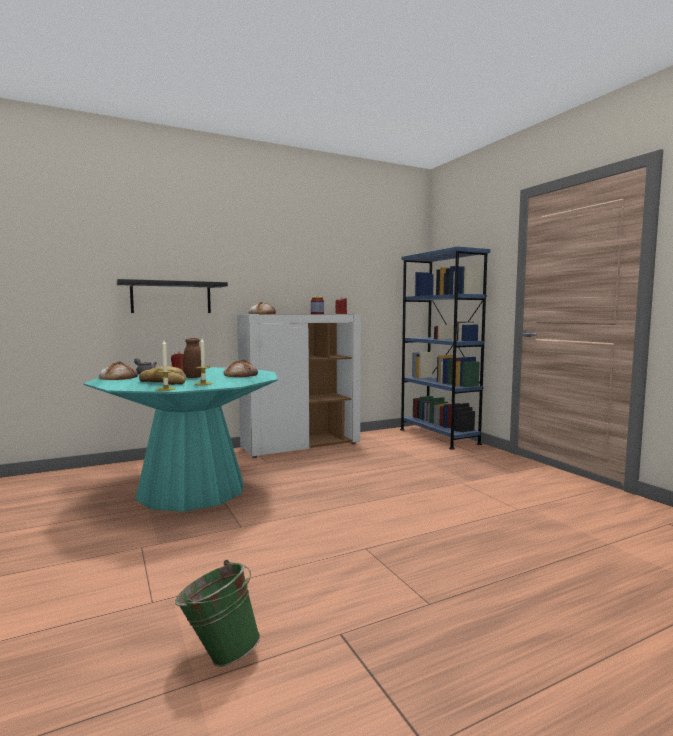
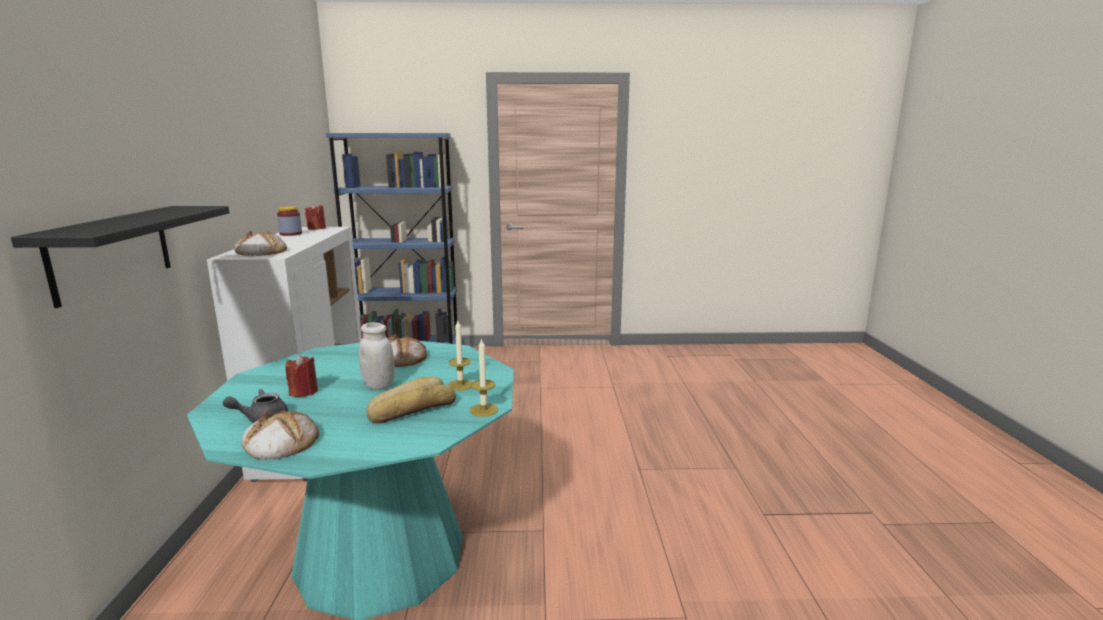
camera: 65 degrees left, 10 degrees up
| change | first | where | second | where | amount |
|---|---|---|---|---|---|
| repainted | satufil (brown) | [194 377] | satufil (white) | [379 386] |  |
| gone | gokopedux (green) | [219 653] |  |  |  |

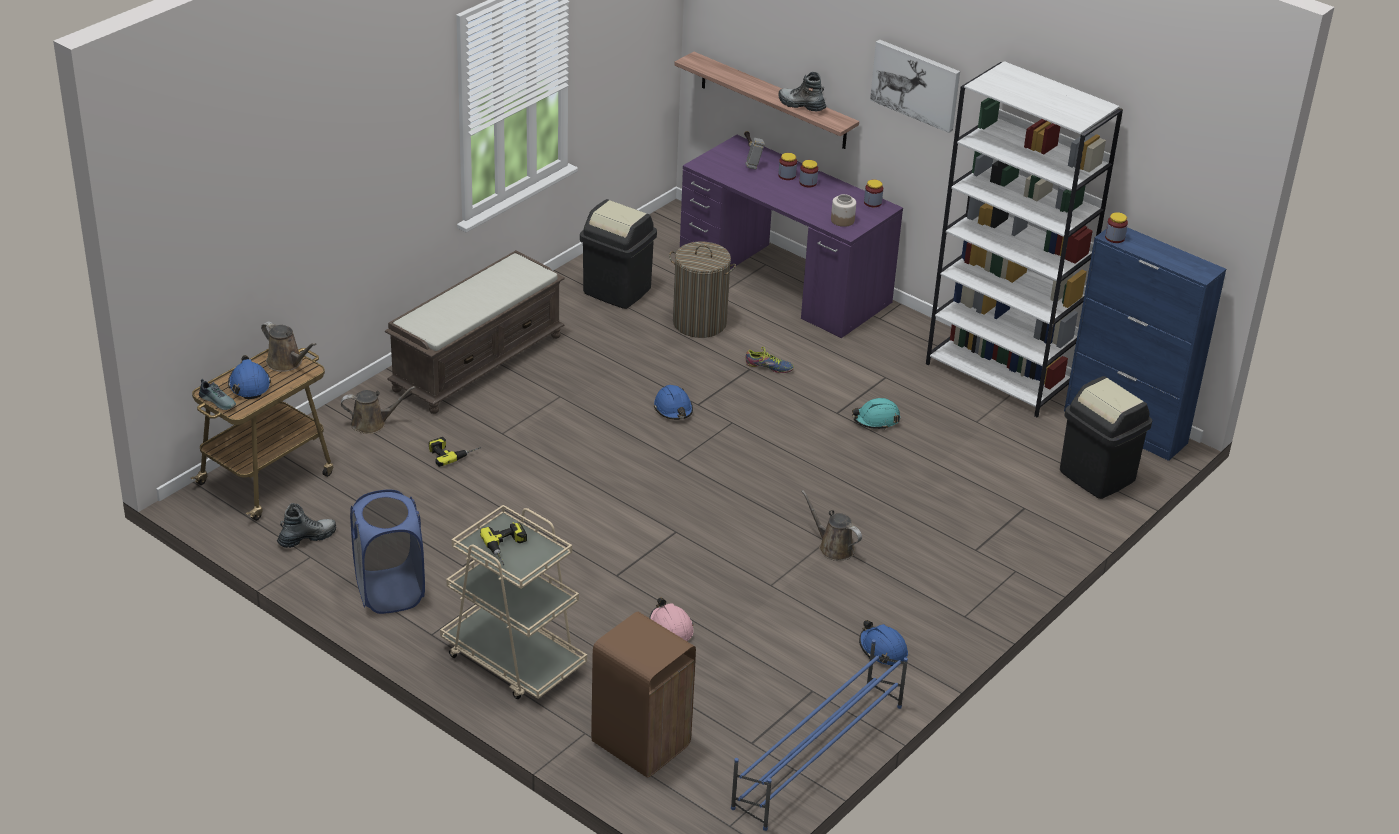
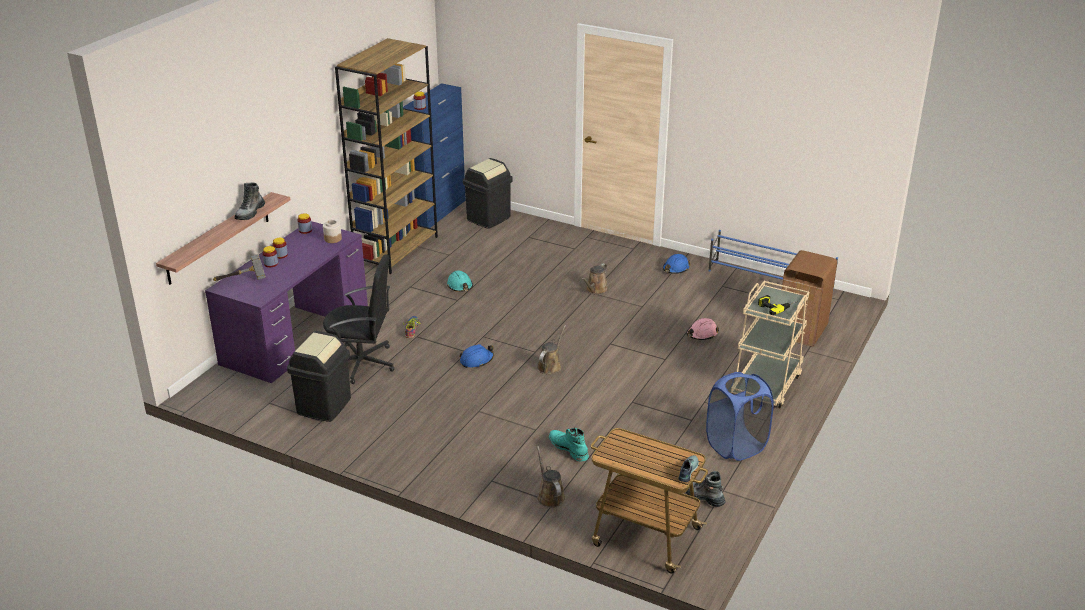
camera: 100 degrees left, 5 degrees down
| change | first | where | second | where | amount |
|---|---|---|---|---|---|
| gone | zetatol | [916 84] |  |  |  |
| repainted | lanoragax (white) | [1000 376] | lanoragax (brown) | [396 250] |  |
| swapped | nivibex | [699 323] | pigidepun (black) | [362 363] |  |
| gone | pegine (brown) | [477 362] |  |  |  |
| shifted | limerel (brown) | [287 363] |  | [550 366] |  |
| gone | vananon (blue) | [249 384] |  |  |  |
| swapped | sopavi | [453 452] | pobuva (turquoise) | [568 448] |  |

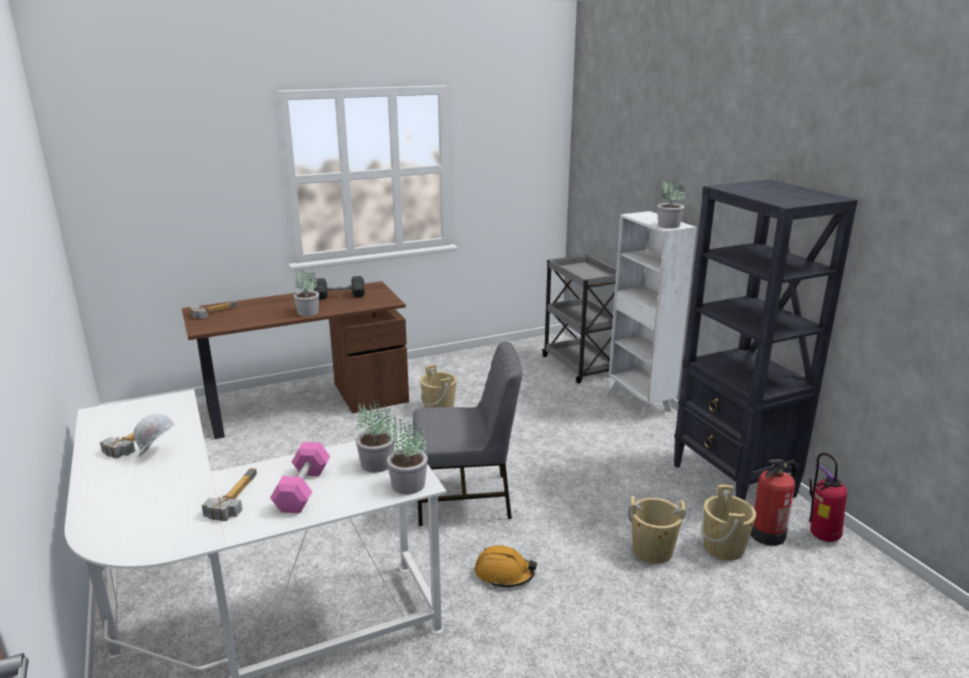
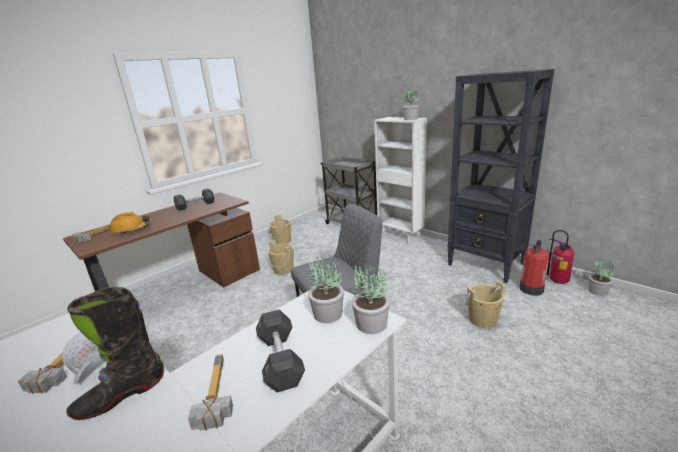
camera: 20 degrees left, 0 degrees up
| change | first | where | second | where | amount |
|---|---|---|---|---|---|
| shifted | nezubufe | [308 312] |  | [598 291] |  |
| repainted | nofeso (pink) | [303 489] | nofeso (grey) | [280 360] |  |
| shifted | gokopedux (beige) | [723 547] |  | [282 241] |  |
| shifted | vananon (orange) | [504 574] |  | [131 229] |  |
| new |  |  | pobuva (black) | [121 395] |  |

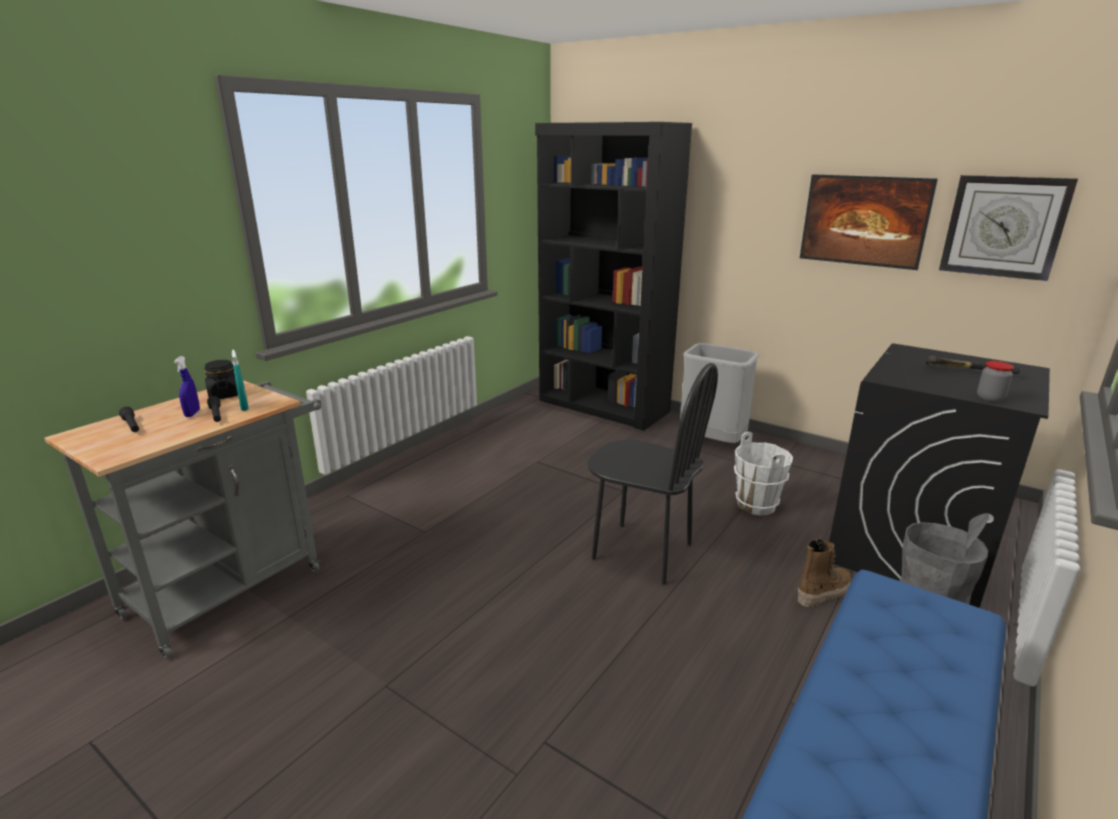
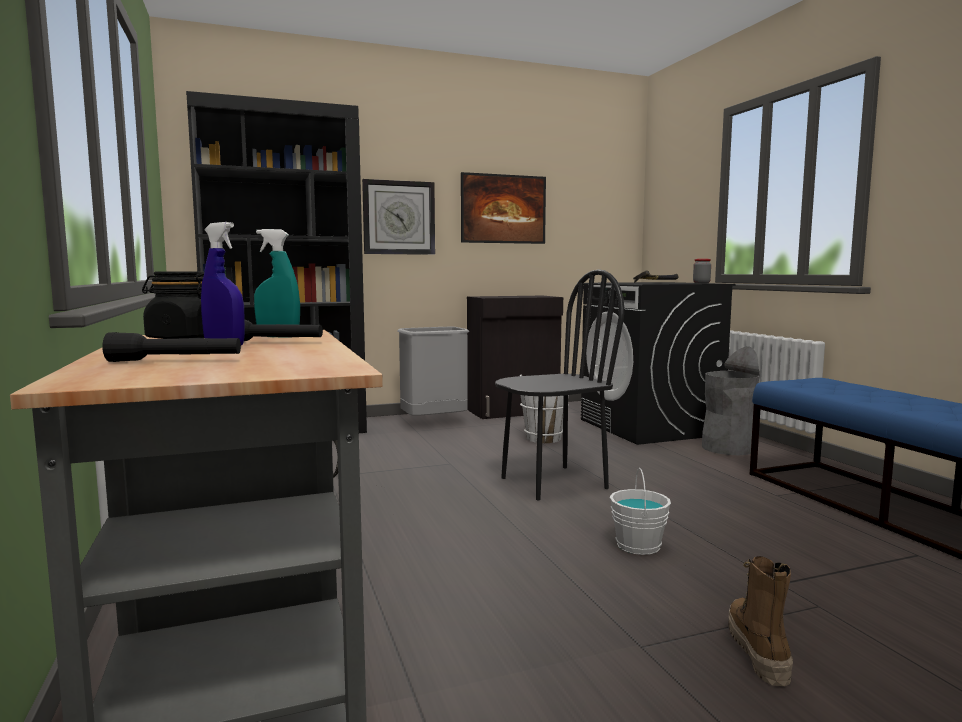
camera: 55 degrees left, 15 degrees down
| change | first | where | second | where | amount |
|---|---|---|---|---|---|
| shifted | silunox | [1004 227] |  | [399 218] |  |
| shifted | pobuva | [822 593] |  | [757 651] |  |
| new |  |  | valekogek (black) | [514 411] |  |
| new |  |  | gokopedux (white) | [639 545] |  |

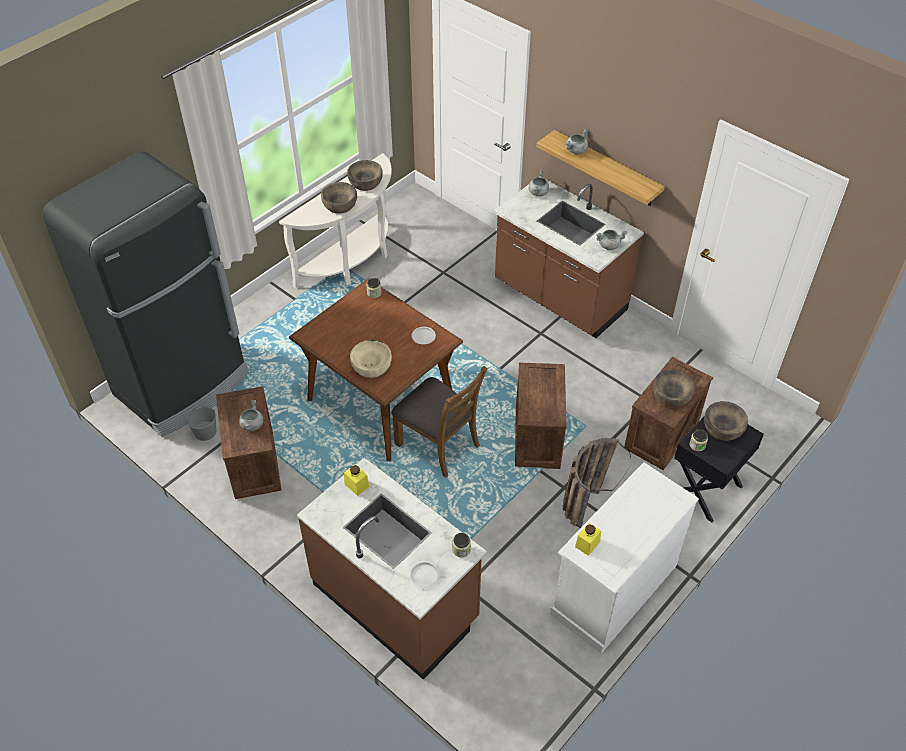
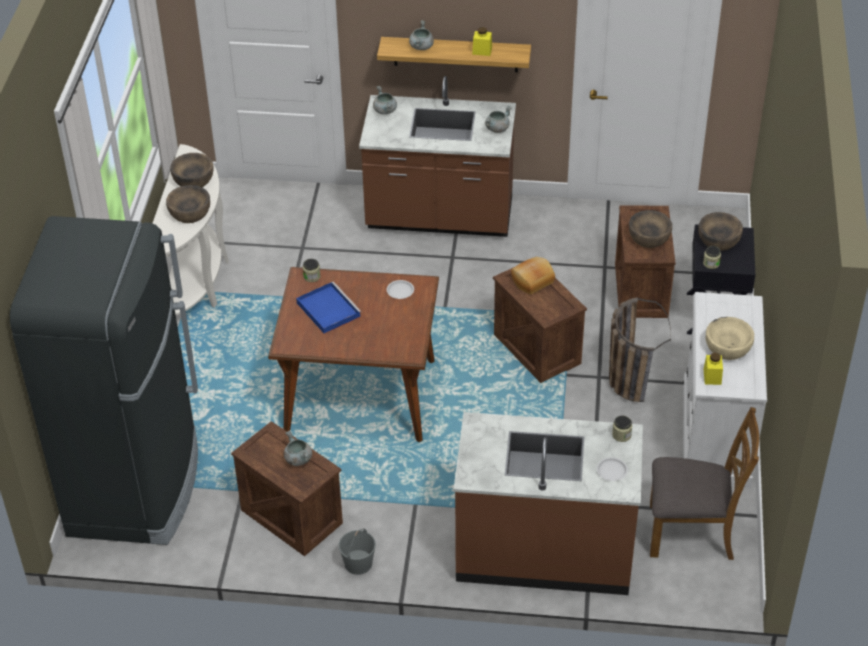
camera: 35 degrees left, 5 degrees down
| change | first | where | second | where | amount |
|---|---|---|---|---|---|
| shifted | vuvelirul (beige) | [371 366] |  | [727 347] |  |
| shifted | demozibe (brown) | [438 445] |  | [692 531] |  |
| shifted | gokopedux (grey) | [205 431] |  | [358 563] |  |
| shifted | satufil (yellow) | [356 485] |  | [482 51] |  |
| new |  |  | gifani | [532 280] |  |
| new |  |  | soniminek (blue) | [327 309] |  |

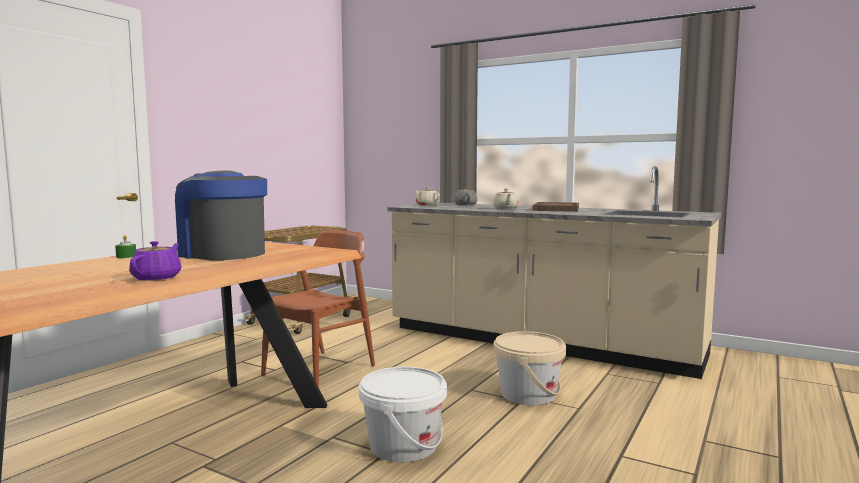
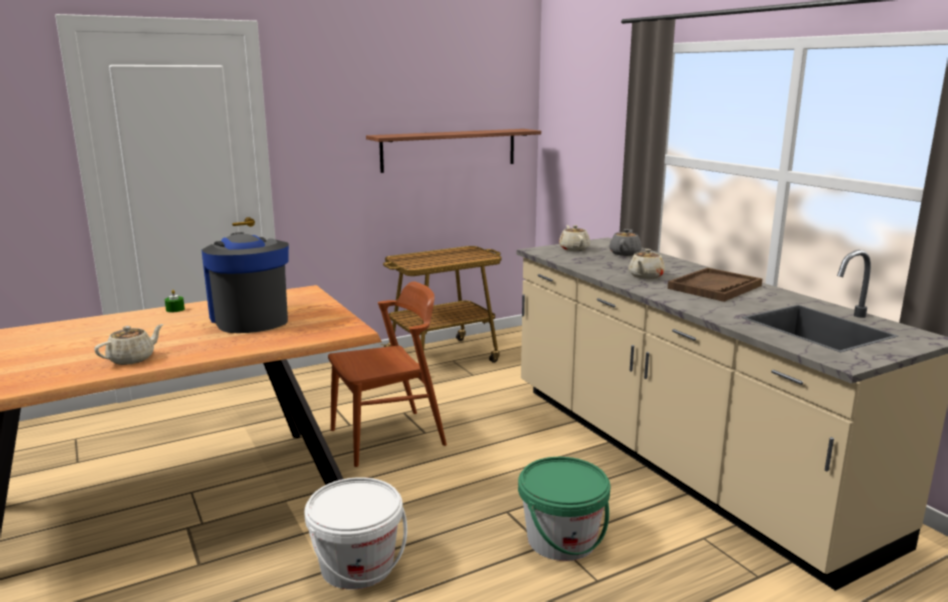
camera: 30 degrees right, 10 degrees up
| change | first | where | second | where | amount |
|---|---|---|---|---|---|
| repainted | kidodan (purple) | [157 277] | kidodan (beige) | [132 359] |  |
| repainted | gokopedux (beige) | [528 394] | gokopedux (green) | [561 540] |  |
| new |  |  | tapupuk | [449 150] |  |

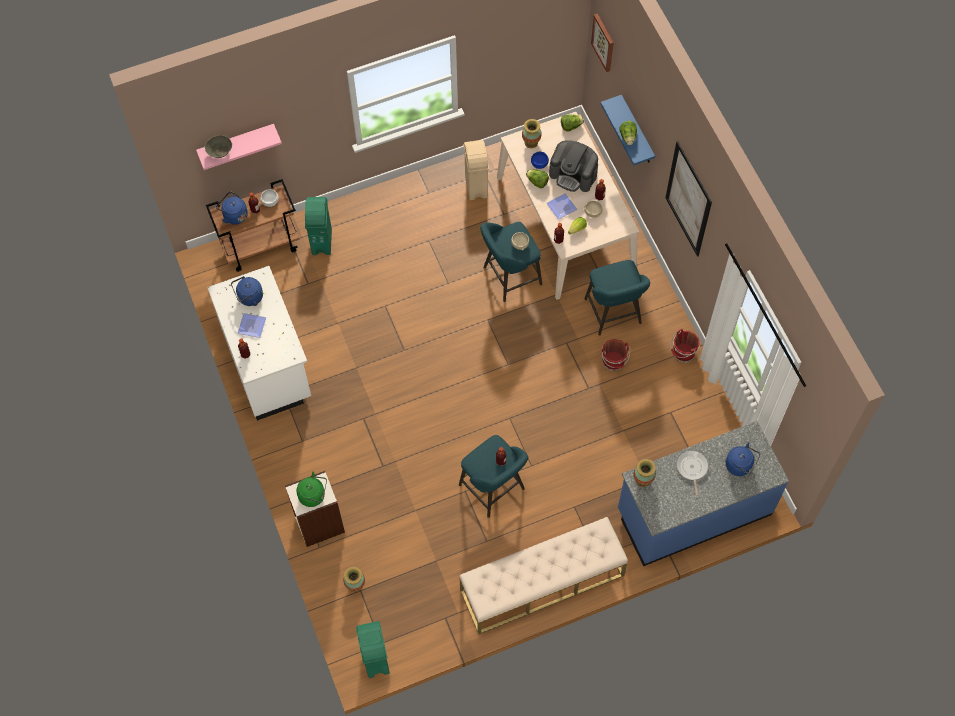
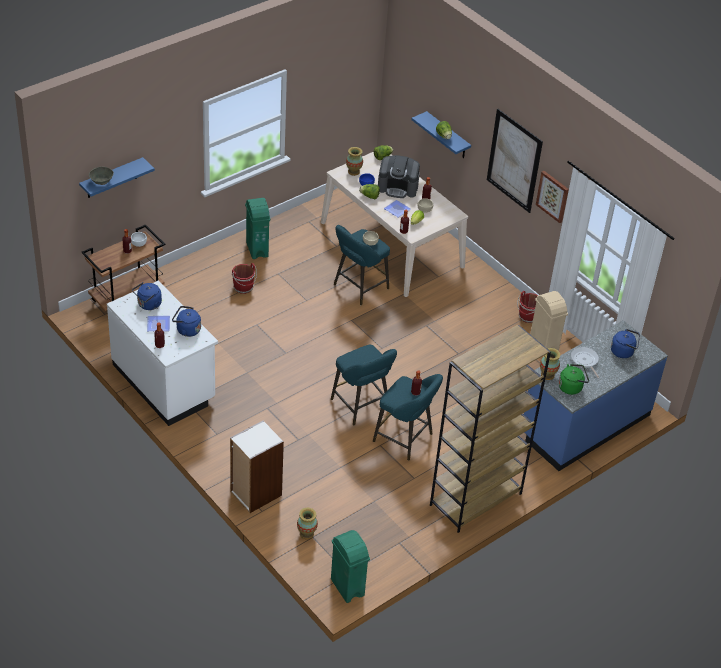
camera: 20 degrees left, 20 degrees down
| change | first | where | second | where | amount |
|---|---|---|---|---|---|
| shifted | zetatol | [603 42] |  | [553 196] |  |
| repainted | tapupuk (pink) | [236 143] | tapupuk (blue) | [111 178] |  |
| shifted | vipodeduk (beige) | [476 187] |  | [544 344] |  |
| shifted | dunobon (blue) | [234 215] |  | [187 330] |  |
| shifted | vipodeduk (green) | [322 241] |  | [257 249] |  |
| shifted | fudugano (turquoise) | [614 314] |  | [362 406] |  |
| shifted | gokopedux (red) | [613 362] |  | [244 288] |  |
| shifted | dunobon (green) | [314 495] |  | [571 387] |  |
| swapped | pegine (beige) | [542 583] | lanoragax (brown) | [475 500] |  |

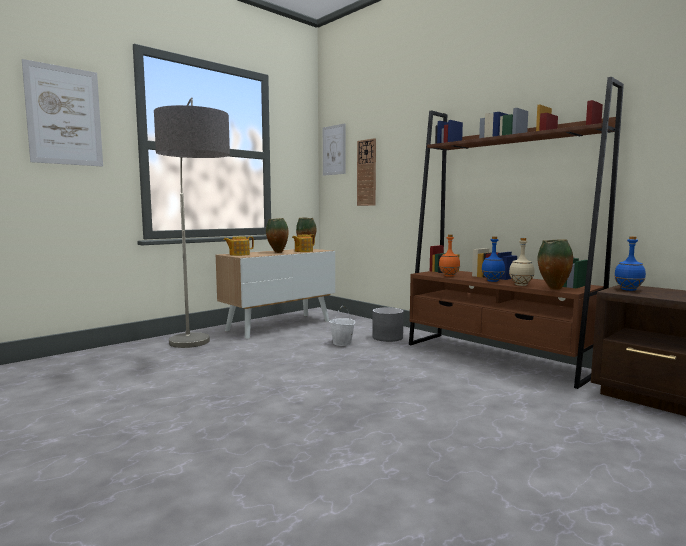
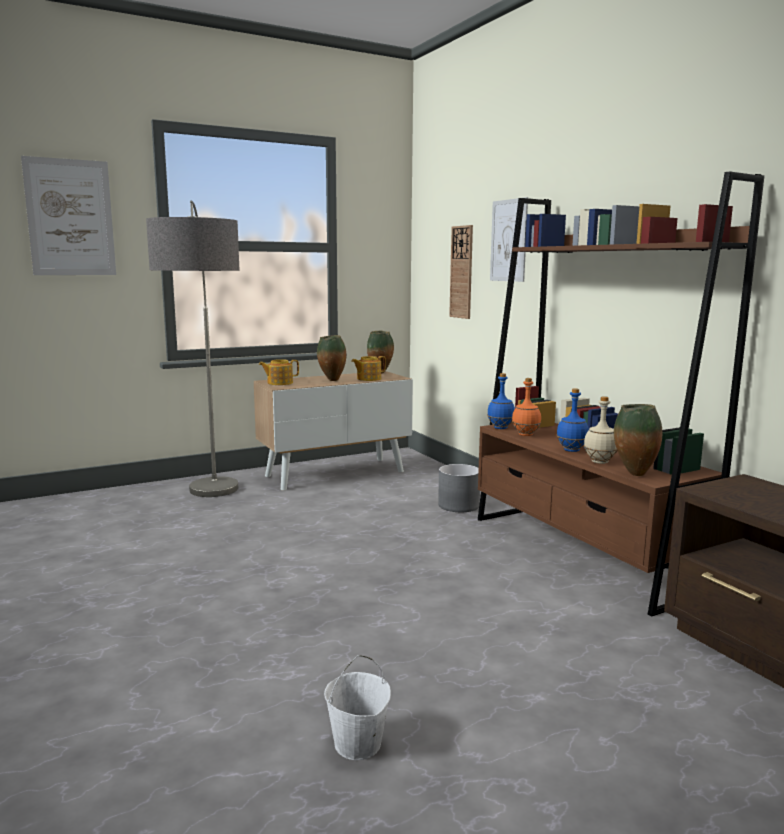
camera: 15 degrees right, 5 degrees up
| change | first | where | second | where | amount |
|---|---|---|---|---|---|
| shifted | zetatol | [334 150] |  | [508 240] |  |
| shifted | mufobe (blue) | [629 290] |  | [500 428] |  |
| shifted | gokopedux (white) | [342 343] |  | [358 744] |  |

